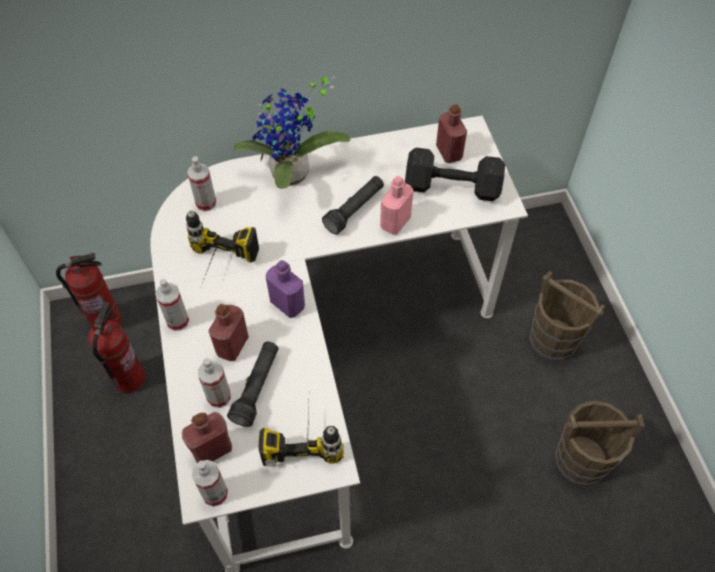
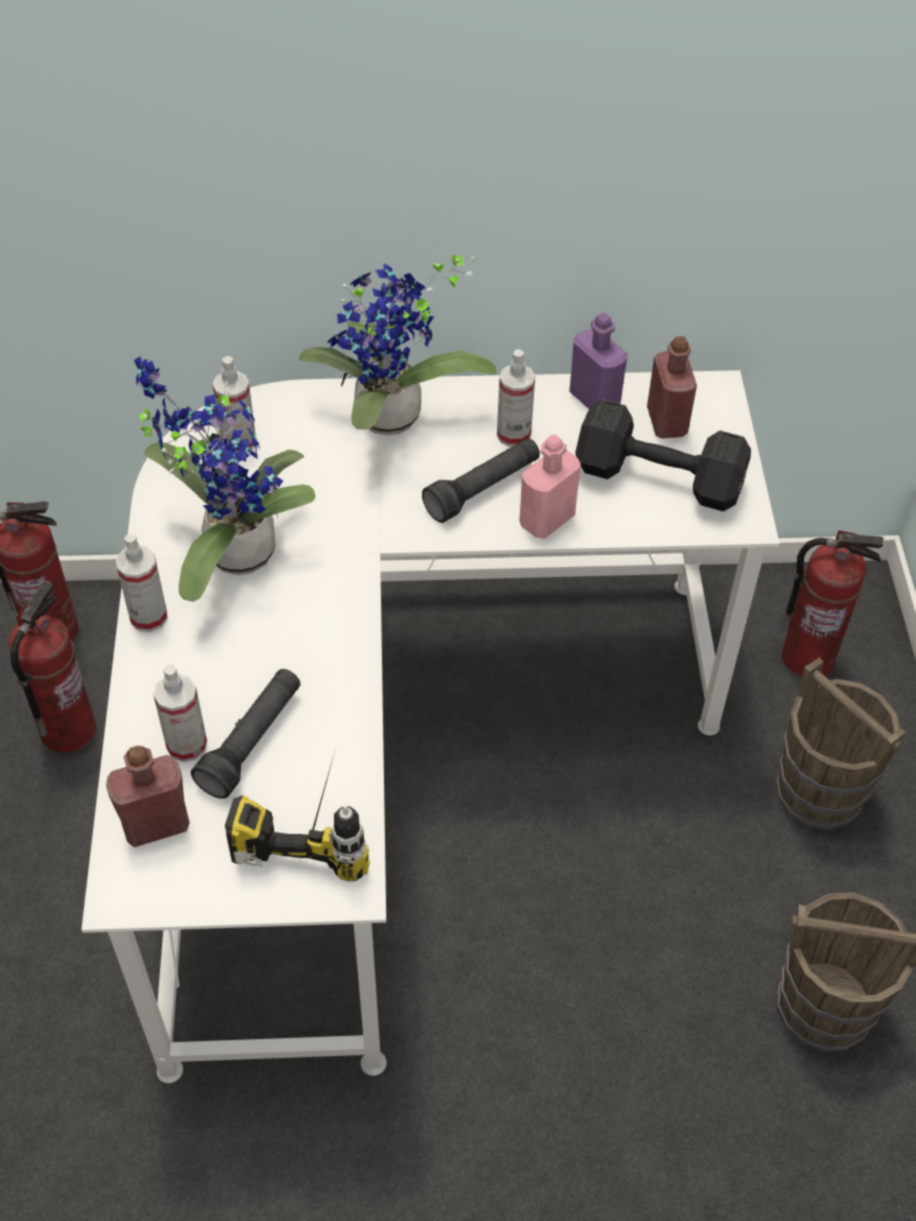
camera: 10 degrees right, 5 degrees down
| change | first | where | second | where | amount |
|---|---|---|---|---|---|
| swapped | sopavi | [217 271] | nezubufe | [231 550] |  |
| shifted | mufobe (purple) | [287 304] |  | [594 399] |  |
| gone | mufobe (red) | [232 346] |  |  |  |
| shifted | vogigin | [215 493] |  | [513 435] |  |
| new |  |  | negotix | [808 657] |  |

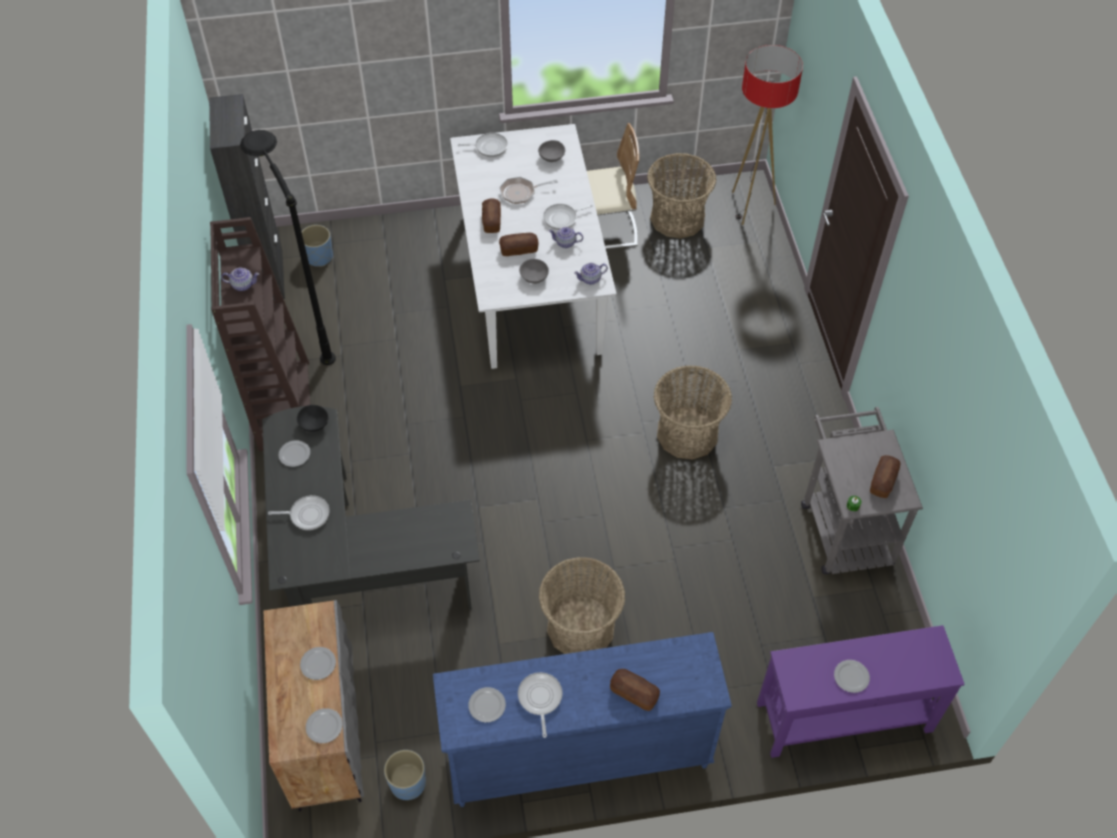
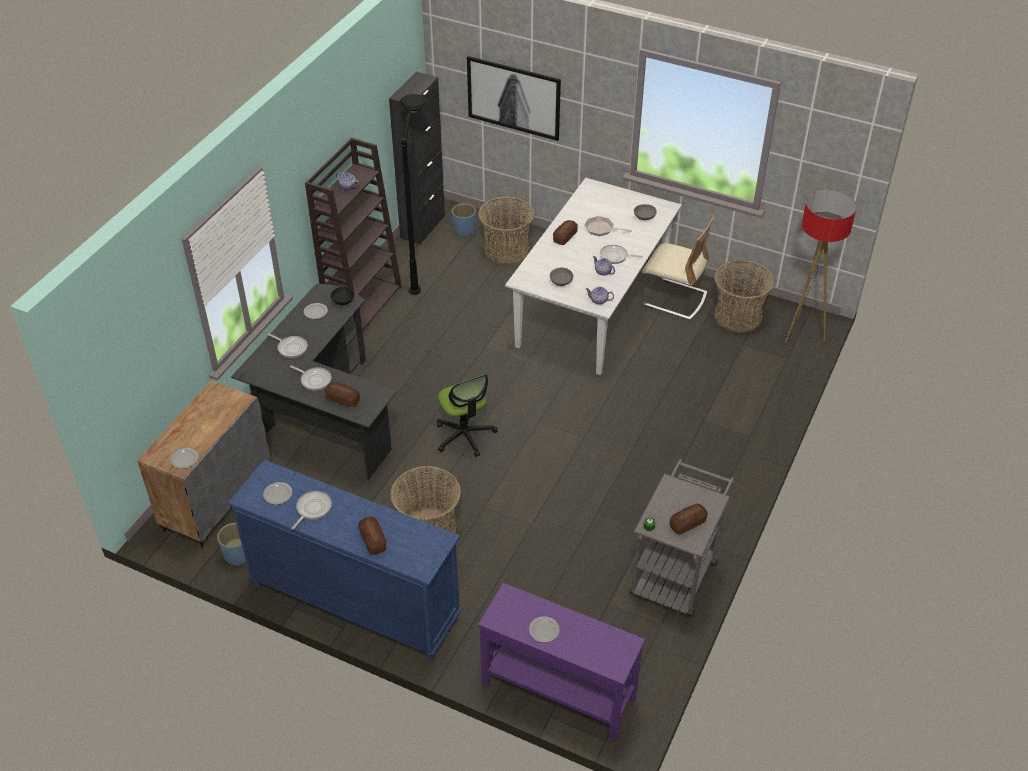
camera: 35 degrees right, 10 degrees down
| change | first | where | second | where | amount |
|---|---|---|---|---|---|
| shifted | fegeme | [489 147] |  | [314 380] |  |
| shifted | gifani | [519 249] |  | [343 399] |  |
| shifted | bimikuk | [687 433] |  | [506 250] |  |
| gone | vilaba | [317 664] |  |  |  |
| new |  |  | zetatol | [513 98] |  |
| new |  |  | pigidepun | [464 435] |  |

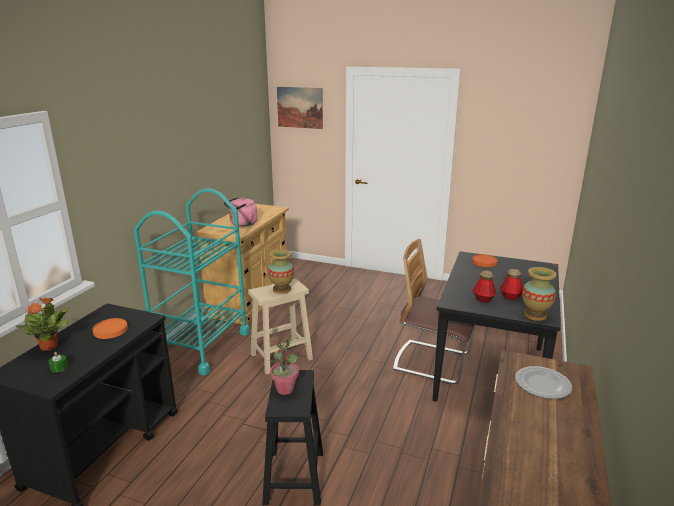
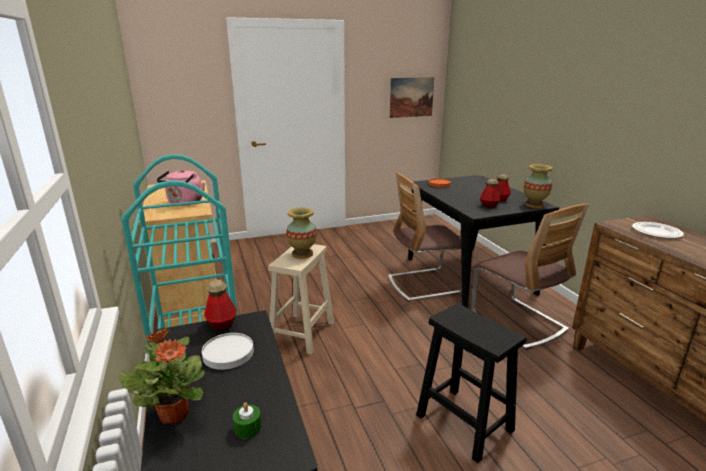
camera: 40 degrees left, 0 degrees up
| change | first | where | second | where | amount |
|---|---|---|---|---|---|
| shifted | zetatol | [299 107] |  | [411 97] |  |
| repainted | vilaba (orange) | [110 330] | vilaba (white) | [228 353] |  |
| gone | nezubufe | [285 389] |  |  |  |
| new |  |  | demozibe | [518 322] |  |
| new |  |  | mufobe | [222 324] |  |

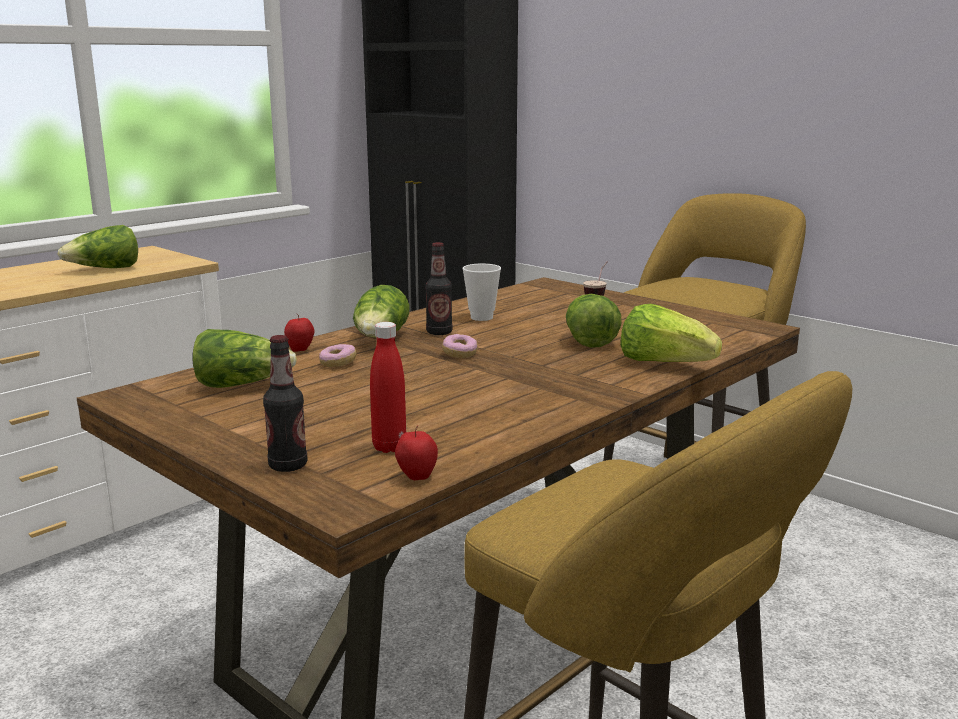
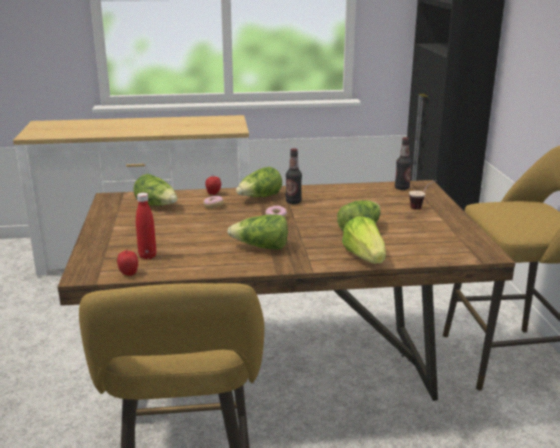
camera: 40 degrees right, 5 degrees up
| change | first | where | second | where | amount |
|---|---|---|---|---|---|
| shifted | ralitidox | [105 269] |  | [261 247] |  |
| gone | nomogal | [481 317] |  |  |  |
| shifted | mufobe | [288 466] |  | [402 188] |  |

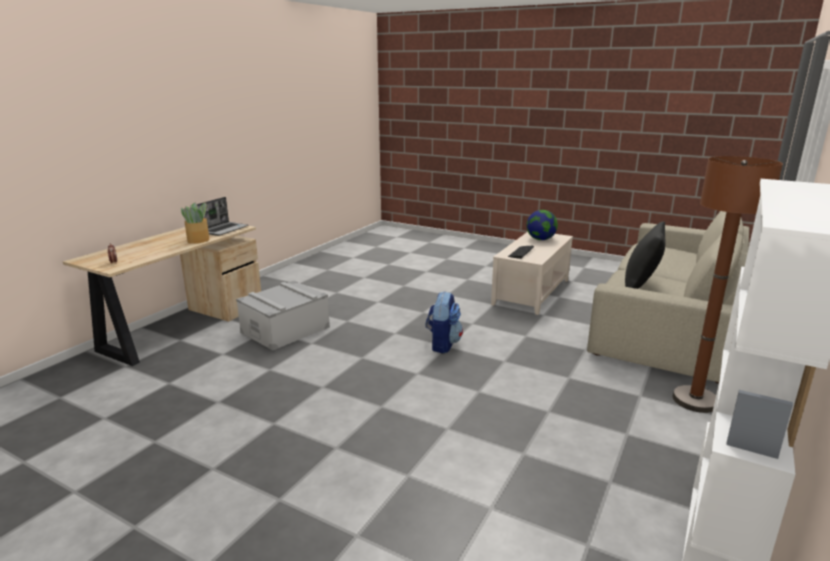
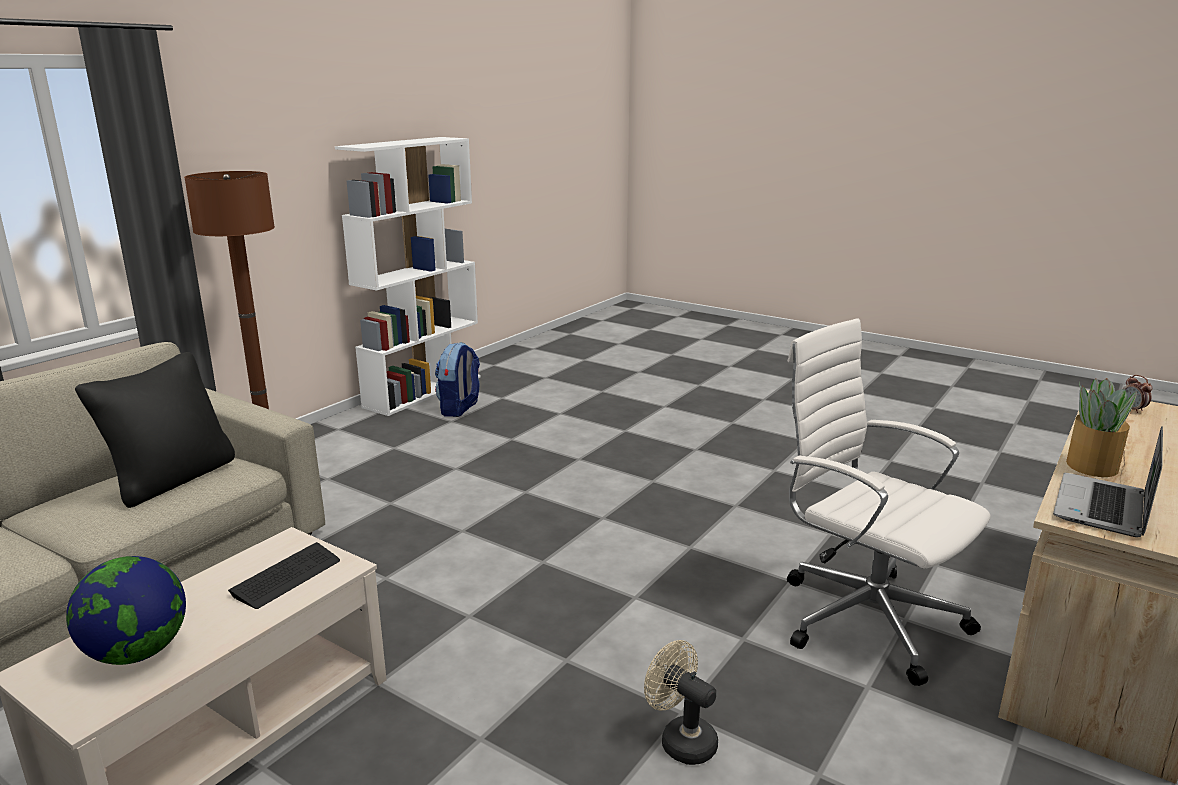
camera: 175 degrees left, 0 degrees up
| change | first | where | second | where | amount |
|---|---|---|---|---|---|
| swapped | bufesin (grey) | [285 330] | pigidepun (white) | [865 617] |  |
| shifted | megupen | [442 344] |  | [460 409] |  |
| new |  |  | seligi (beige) | [681 740] |  |

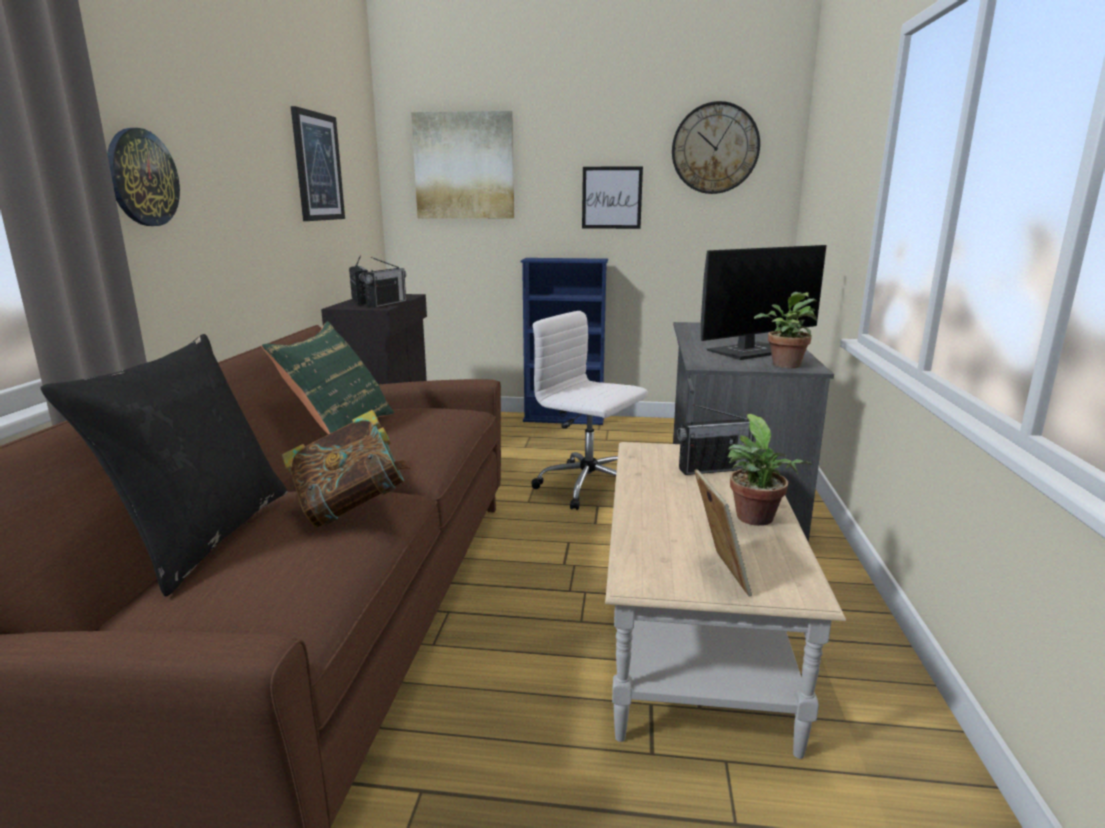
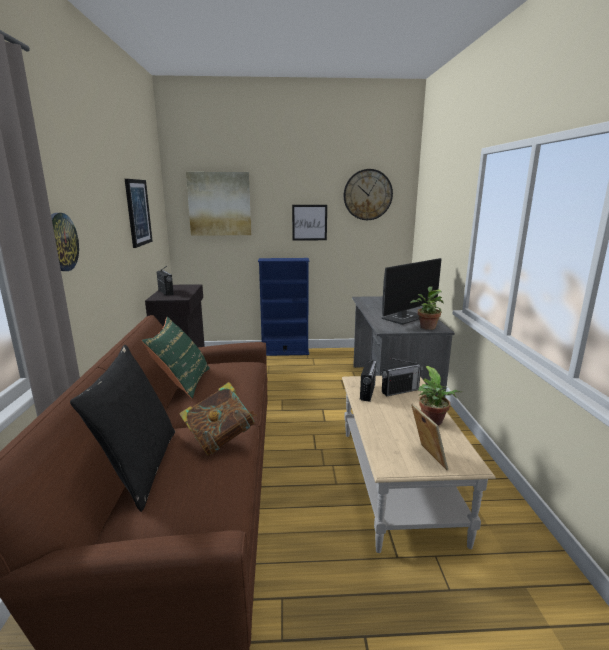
camera: 10 degrees left, 0 degrees up
| change | first | where | second | where | amount |
|---|---|---|---|---|---|
| shifted | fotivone | [386 304] |  | [367 392] |  |
| gone | pigidepun (white) | [590 486] |  |  |  |

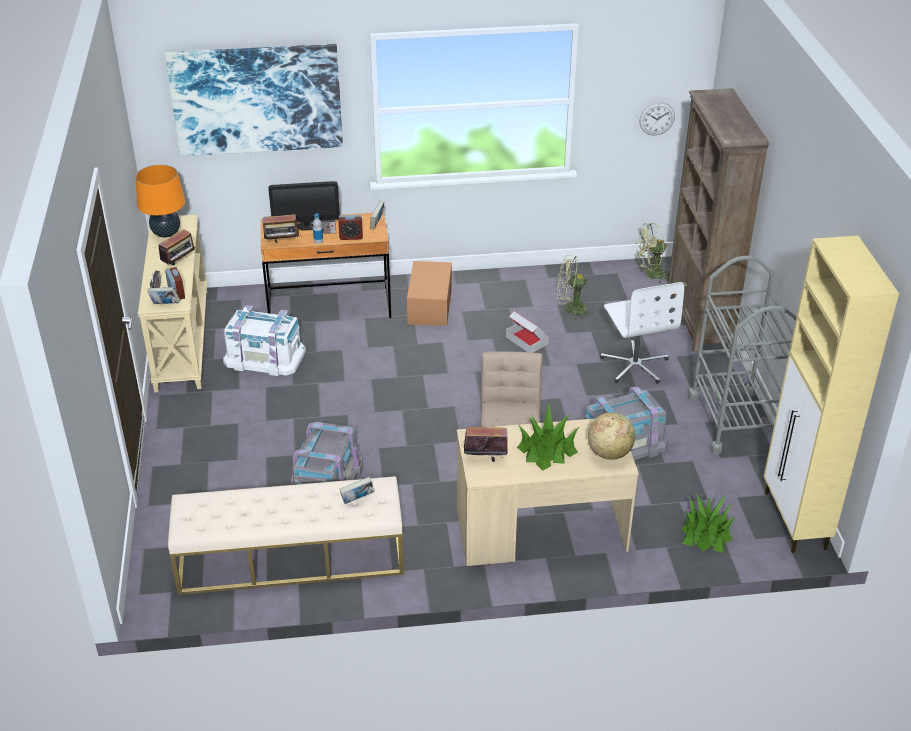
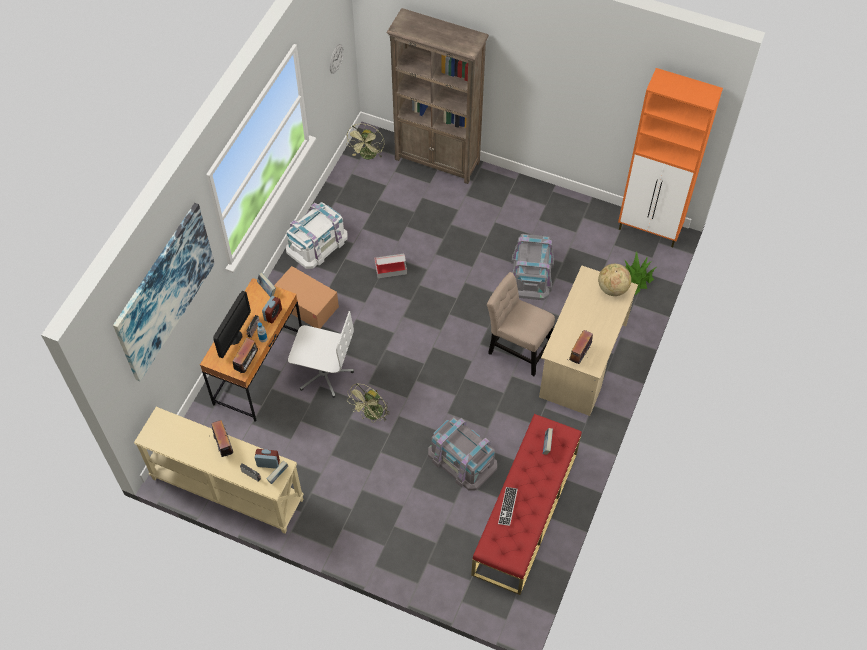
camera: 60 degrees left, 20 degrees up
| change | first | where | second | where | amount |
|---|---|---|---|---|---|
| gone | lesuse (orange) | [166 233] |  |  |  |
| repainted | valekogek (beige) | [795 521] | valekogek (orange) | [650 230] |  |
| shifted | seligi (green) | [570 309] |  | [371 415] |  |
| gone | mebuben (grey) | [733 421] |  |  |  |
| shifted | pigidepun (white) | [635 365] |  | [324 373] |  |
| shifted | bufesin (white) | [265 356] |  | [316 243] |  |
| gone | nezubufe | [546 450] |  |  |  |
| repainted | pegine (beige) | [290 559] | pegine (red) | [525 513] |  |
| new |  |  | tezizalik | [507 506] |  |

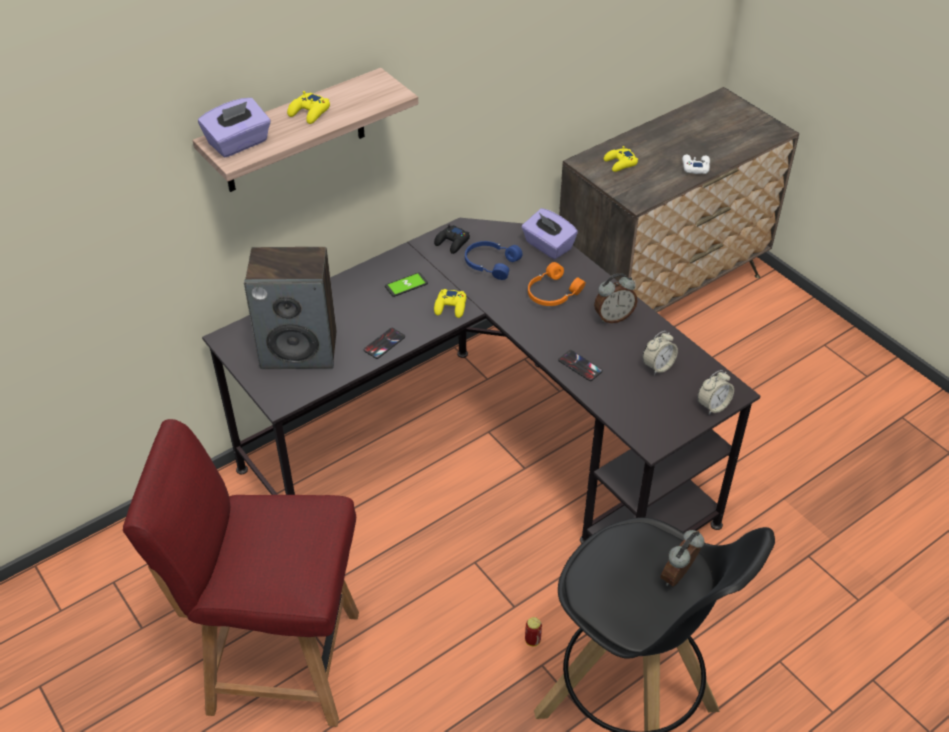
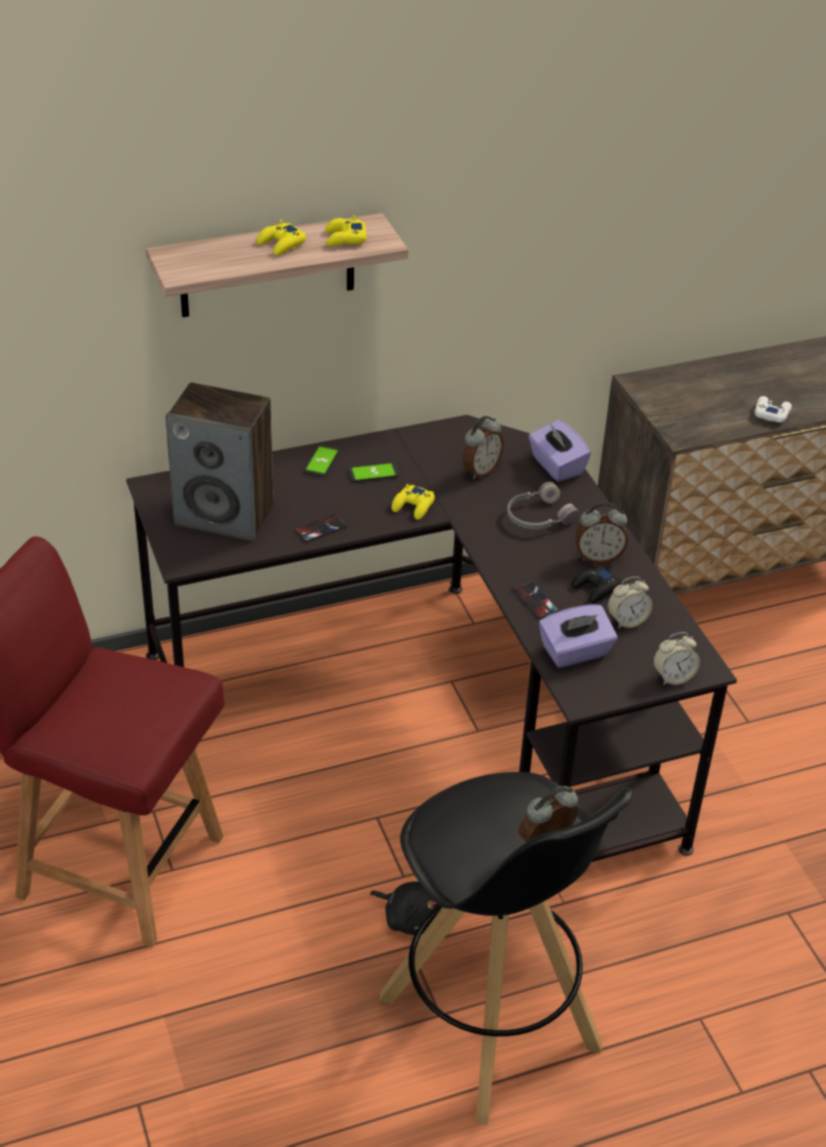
camera: 15 degrees right, 5 degrees down
| change | first | where | second | where | amount |
|---|---|---|---|---|---|
| shifted | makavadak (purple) | [238 143] |  | [575 652] |  |
| shifted | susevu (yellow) | [620 163] |  | [345 238] |  |
| shifted | susevu (black) | [452 242] |  | [595 588] |  |
| swapped | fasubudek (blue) | [491 263] | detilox | [480 471] |  |
| repainted | fasubudek (orange) | [552 293] | fasubudek (grey) | [538 517] |  |
| swapped | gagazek | [532 640] | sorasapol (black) | [410 917] |  |
| new |  |  | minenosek | [321 461] |  |

